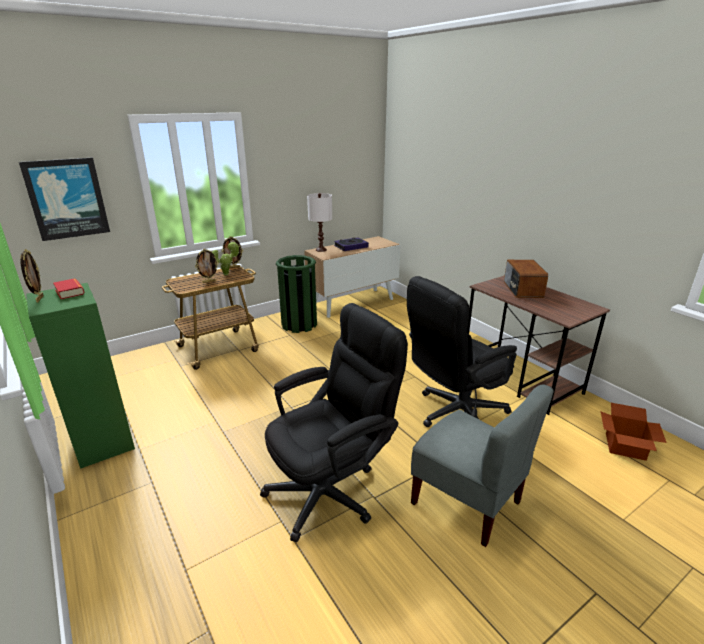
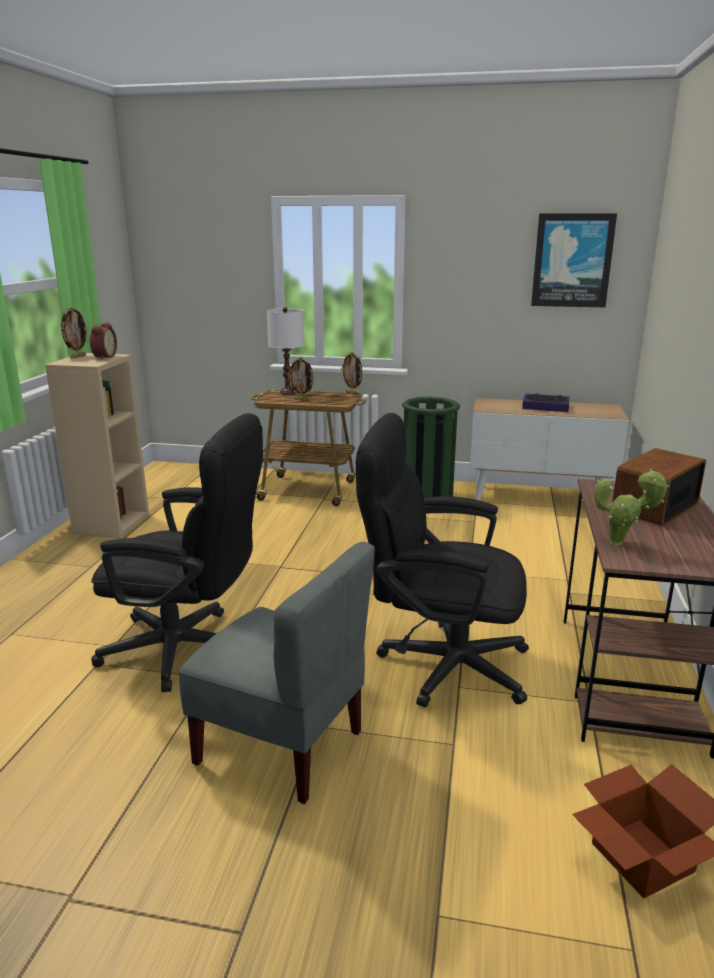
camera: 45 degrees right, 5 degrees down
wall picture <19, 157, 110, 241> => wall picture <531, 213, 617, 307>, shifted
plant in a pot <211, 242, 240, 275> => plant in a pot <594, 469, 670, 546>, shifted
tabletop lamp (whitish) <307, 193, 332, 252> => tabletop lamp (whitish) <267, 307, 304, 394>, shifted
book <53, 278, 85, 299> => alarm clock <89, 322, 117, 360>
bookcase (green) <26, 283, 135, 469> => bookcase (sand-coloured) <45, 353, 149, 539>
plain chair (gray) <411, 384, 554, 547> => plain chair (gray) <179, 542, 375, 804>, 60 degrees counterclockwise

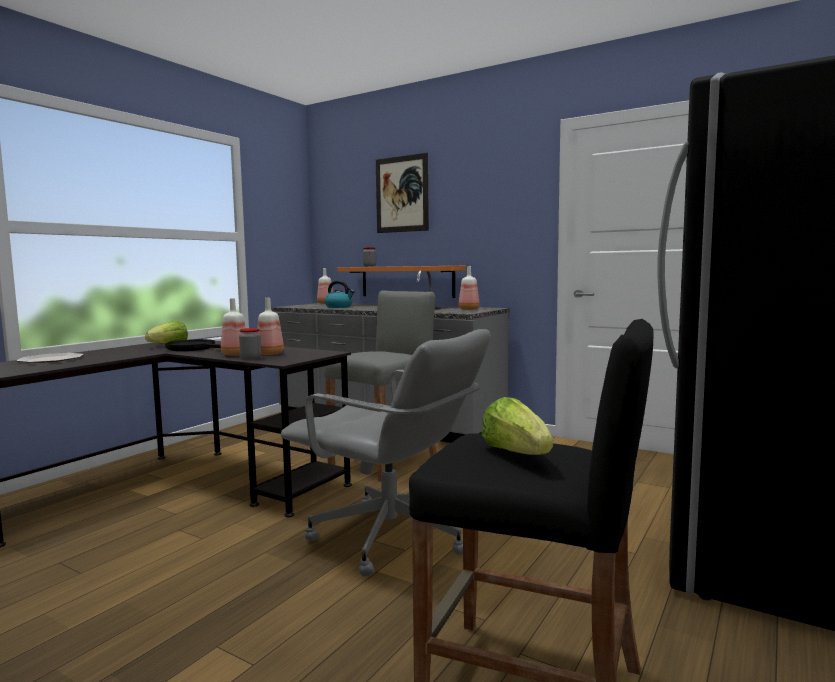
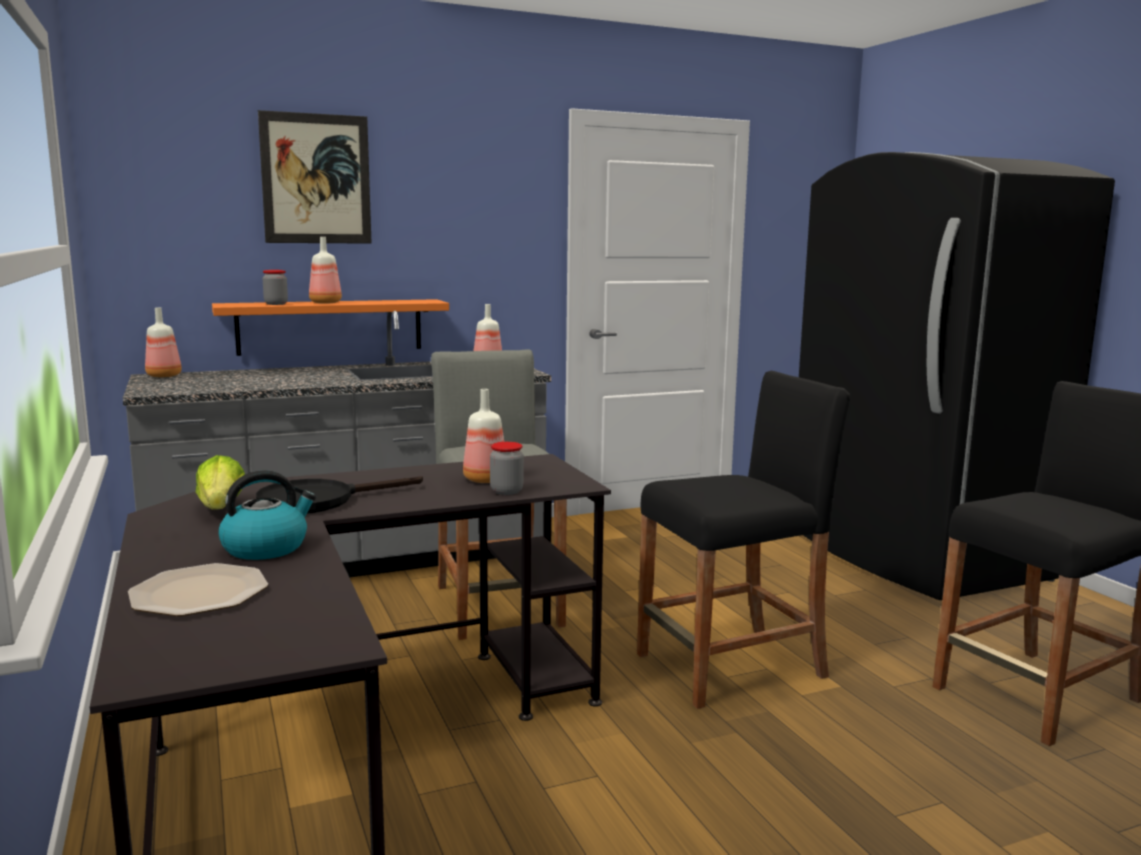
camera: 55 degrees left, 5 degrees up
lettuce head <481, 397, 553, 455> => nothing
drink bottle <221, 298, 246, 356> => drink bottle <309, 237, 342, 304>, shifted
water kettle <325, 281, 355, 308> => water kettle <218, 470, 316, 560>, shifted
office chair (gray) <280, 329, 490, 577> => stool seat (black-coloured) <637, 371, 850, 709>

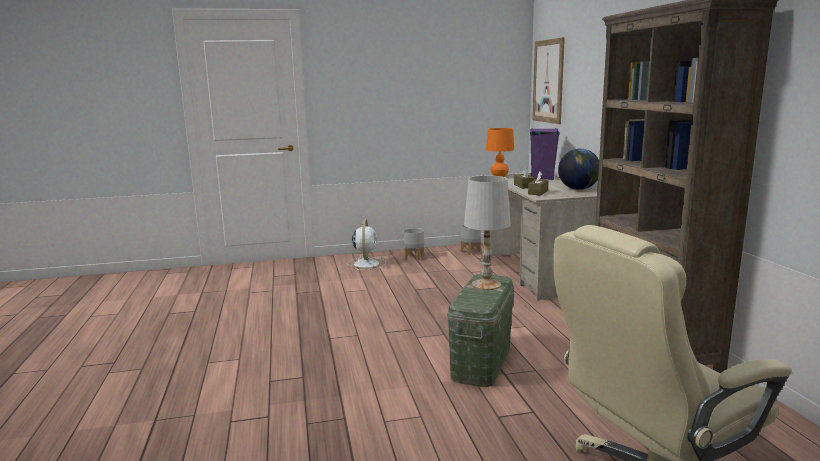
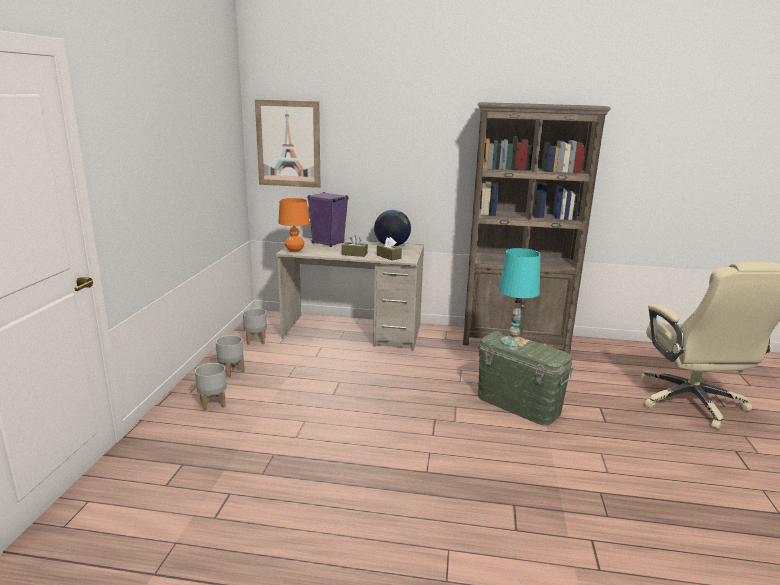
camera: 70 degrees left, 5 degrees up
fan (whitish) <347, 219, 386, 271> => plant pot (gray) <195, 363, 226, 411>
tabletop lamp (whitish) <464, 176, 511, 290> => tabletop lamp (turquoise) <499, 248, 541, 347>

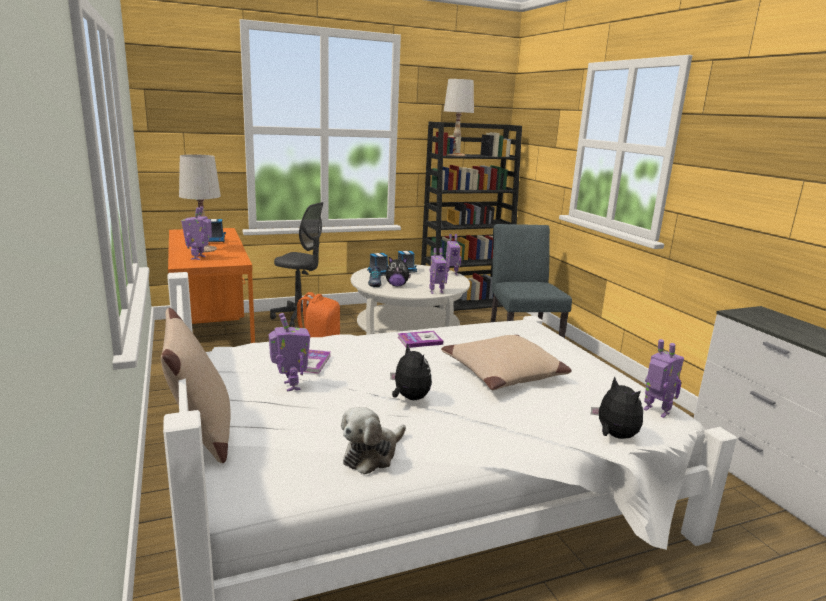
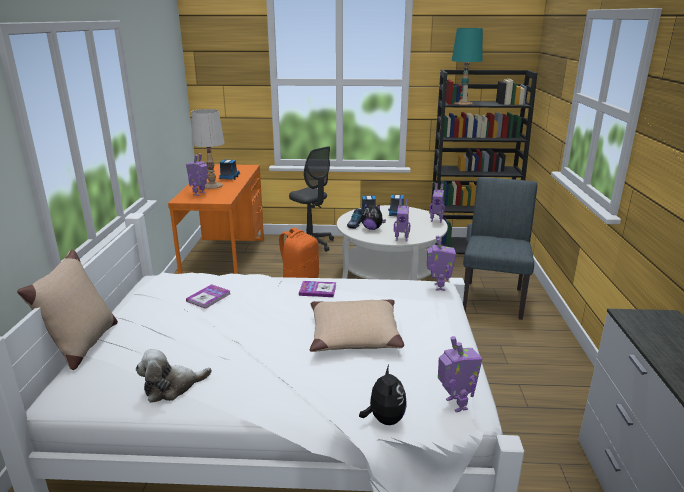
camera: 25 degrees right, 5 degrees up
soft toy <390, 344, 432, 400> => nothing
model robot <269, 313, 310, 391> => model robot <427, 236, 456, 291>, shifted
tabletop lamp (whitish) <444, 79, 474, 156> => tabletop lamp (turquoise) <452, 28, 483, 105>

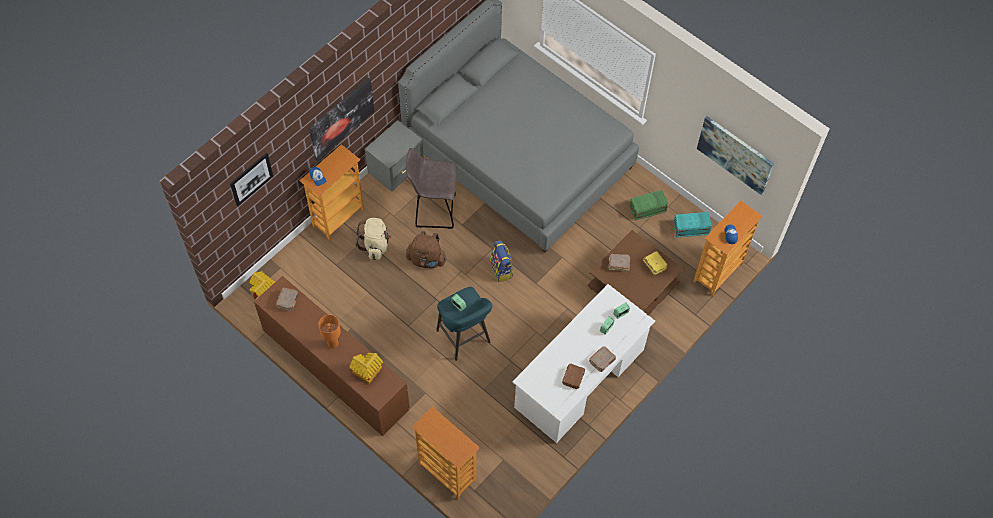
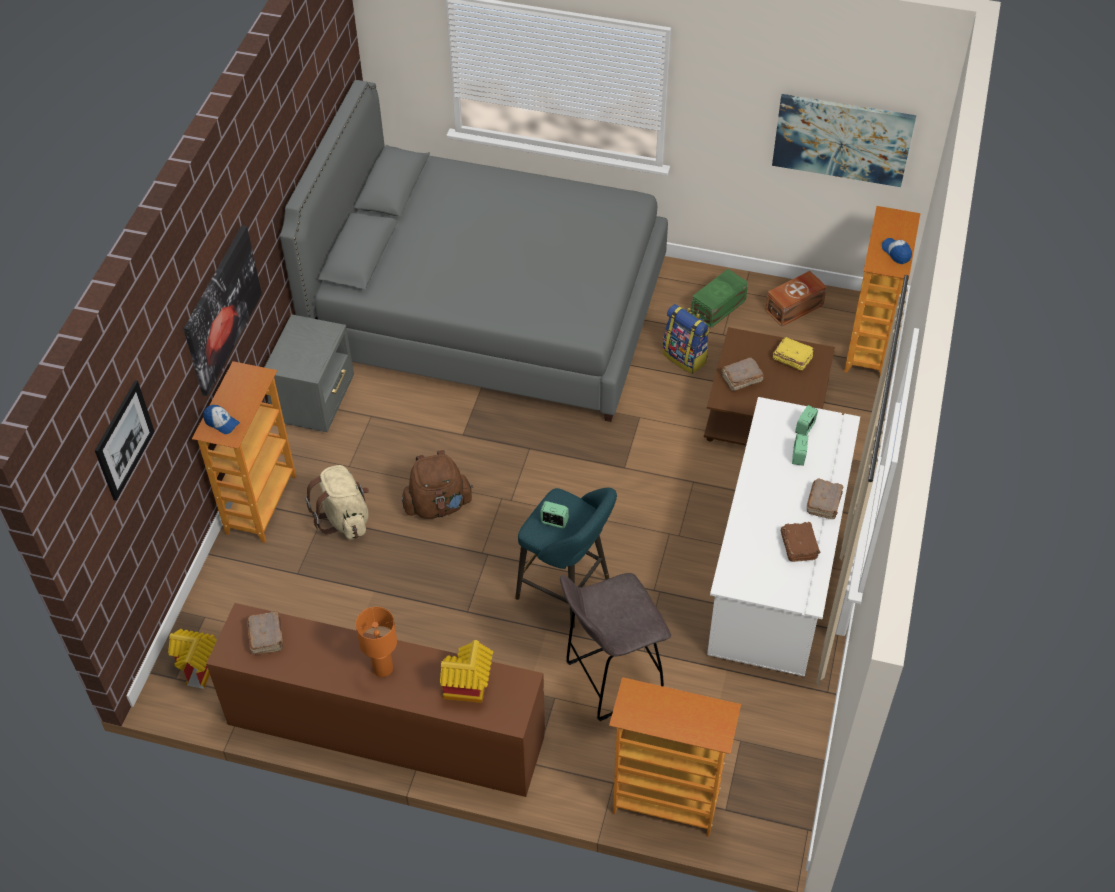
camera: 25 degrees left, 10 degrees down
stool seat (gray) <406, 148, 456, 229> => stool seat (gray) <560, 573, 671, 721>, shifted
knapsack <490, 240, 514, 282> => knapsack <662, 304, 709, 374>, shifted
storage bin (turquoise) <673, 212, 712, 238> => storage bin (brownish) <765, 271, 827, 327>

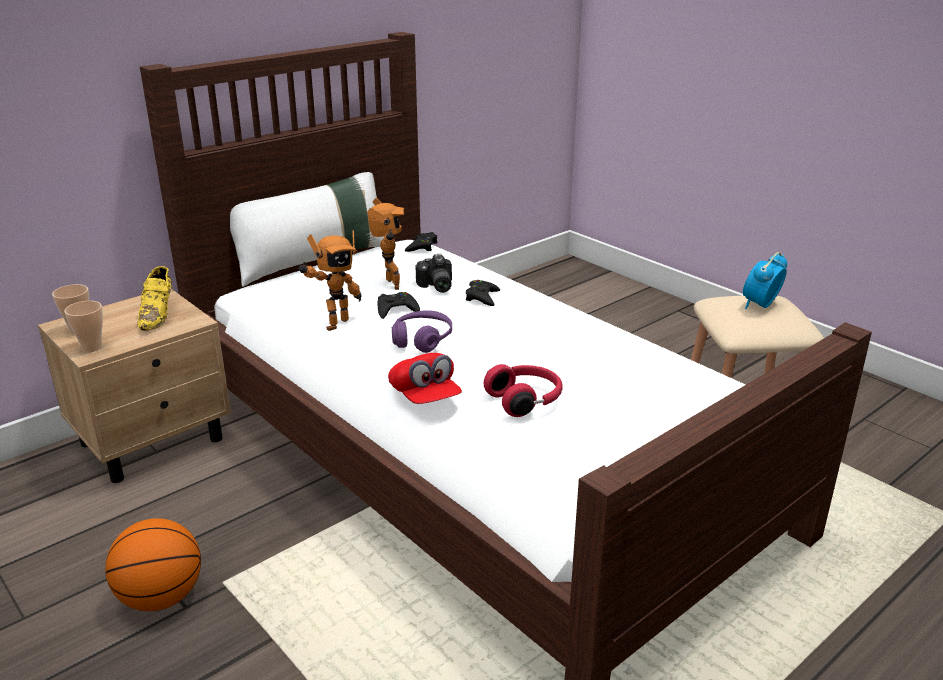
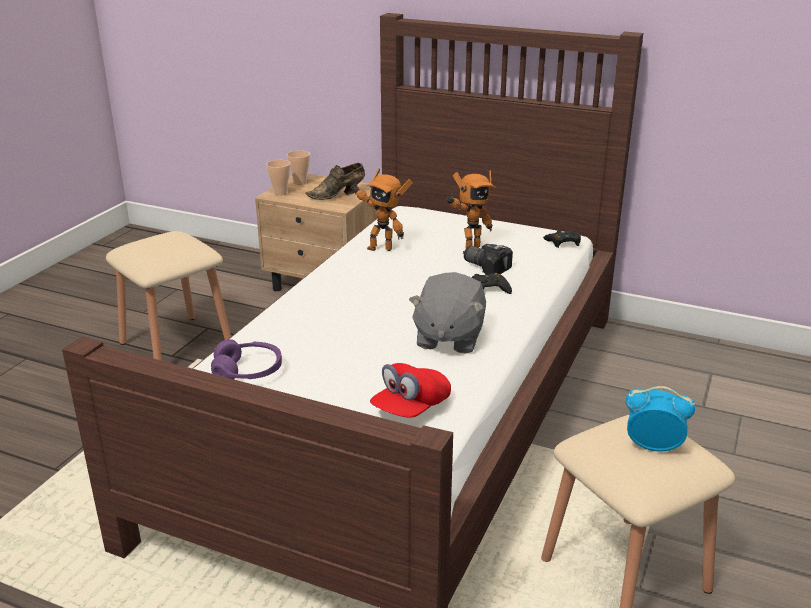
camera: 65 degrees right, 0 degrees up
cushion (whitish) <230, 172, 384, 287> => nothing
game controller (black-coloured) <378, 292, 420, 319> => nothing
pair of headphones (red) <484, 364, 563, 417> => nothing
nothing => soft toy (gray) <409, 272, 486, 353>
baseball cap (red) <388, 353, 462, 404> => baseball cap (red) <370, 363, 451, 418>, shifted
pair of headphones (purple-coloured) <392, 310, 452, 353> => pair of headphones (purple-coloured) <211, 339, 282, 379>, shifted
basketball <105, 518, 201, 611> => stool seat (sand-coloured) <106, 231, 231, 360>
item of footwear (yellow) <137, 266, 172, 331> => item of footwear (brownish) <305, 163, 365, 200>
still camera <415, 254, 452, 293> => still camera <464, 244, 513, 275>, 75 degrees clockwise

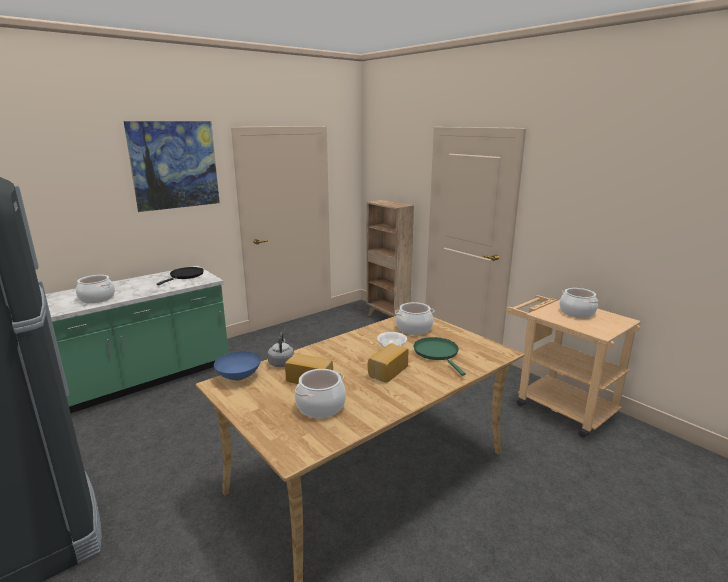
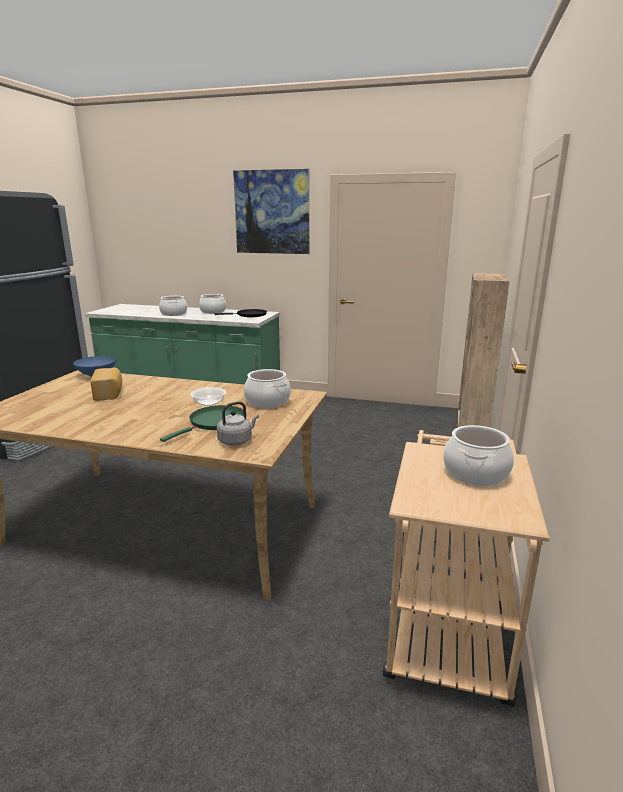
camera: 55 degrees right, 0 degrees up
bread <367, 343, 409, 382> => nothing
water kettle (gray) <268, 332, 294, 367> => water kettle (gray) <217, 401, 259, 446>, shifted
stockpot <295, 369, 346, 418> => stockpot <199, 294, 226, 314>, shifted

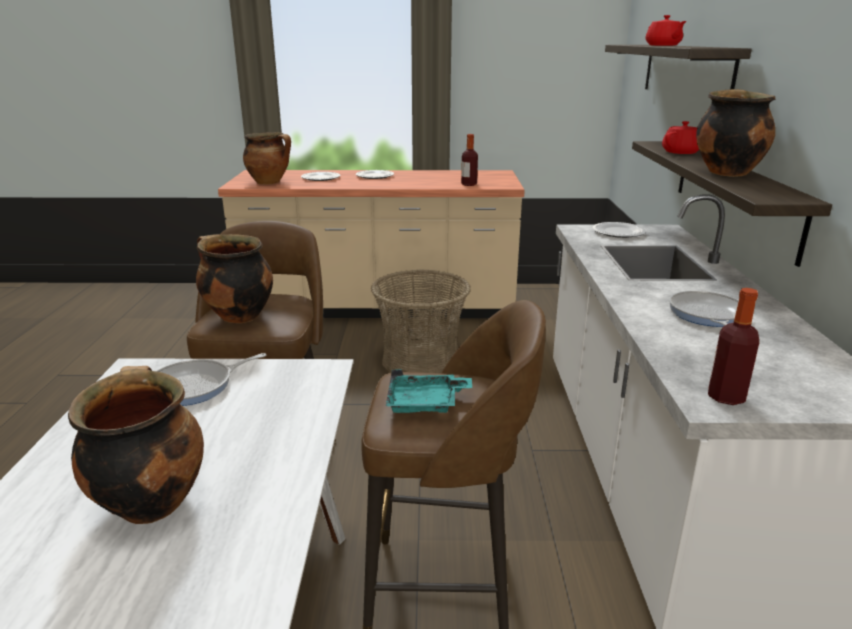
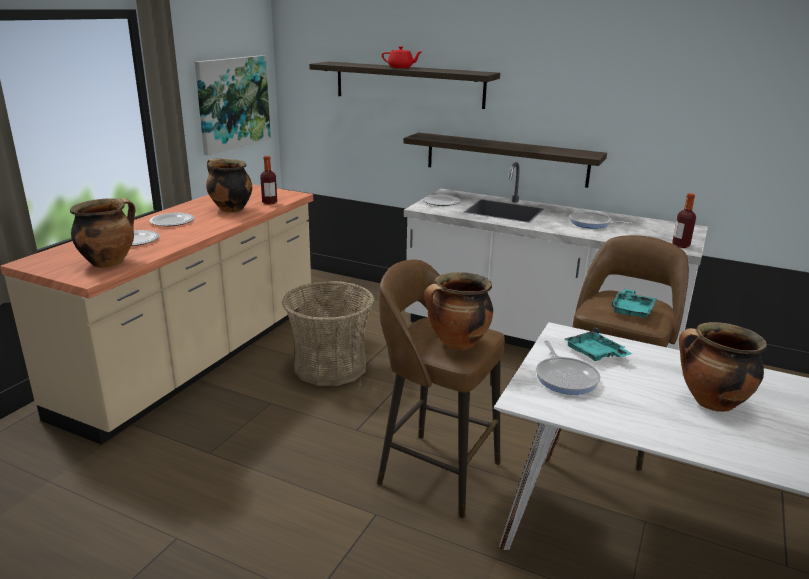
camera: 65 degrees left, 0 degrees up
tea pot (red) <662, 121, 699, 154> => nothing
nothing => wall picture <195, 55, 271, 155>
nothing => carrying tray (turquoise) <564, 327, 632, 361>
stockpot <696, 89, 775, 177> => stockpot <206, 159, 252, 212>, shifted

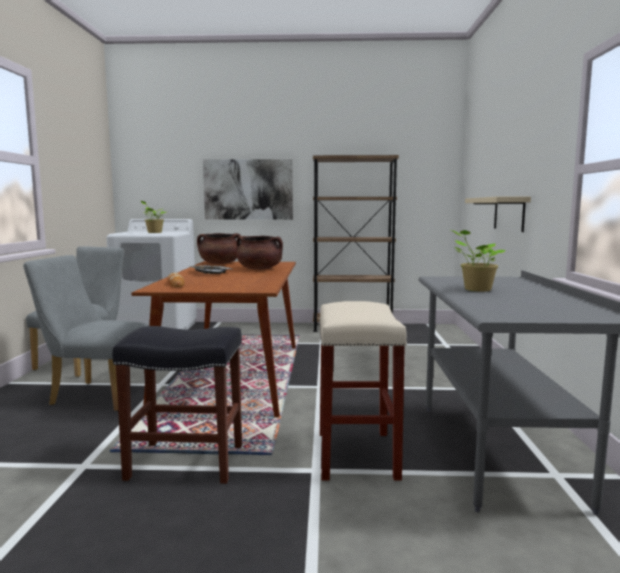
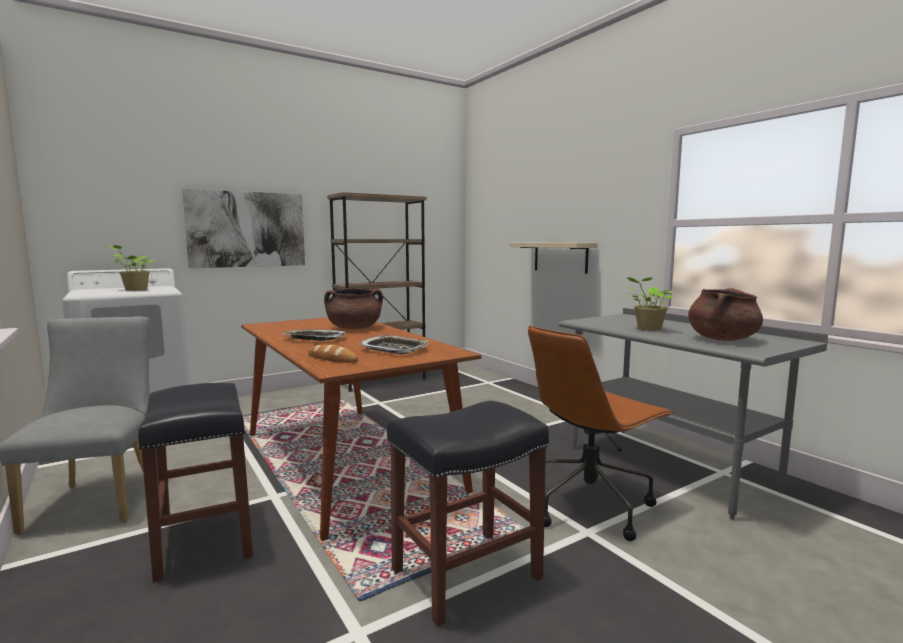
camera: 35 degrees left, 0 degrees up
nothing => carrying tray <359, 335, 428, 354>
stockpot (brownish) <197, 233, 241, 264> => stockpot (brownish) <688, 288, 763, 341>, shifted
plain chair (gray) <23, 255, 149, 411> => stool seat (black-coloured) <138, 383, 253, 582>
stool seat (sand-coloured) <319, 301, 407, 481> => office chair (brownish) <528, 326, 674, 541>

